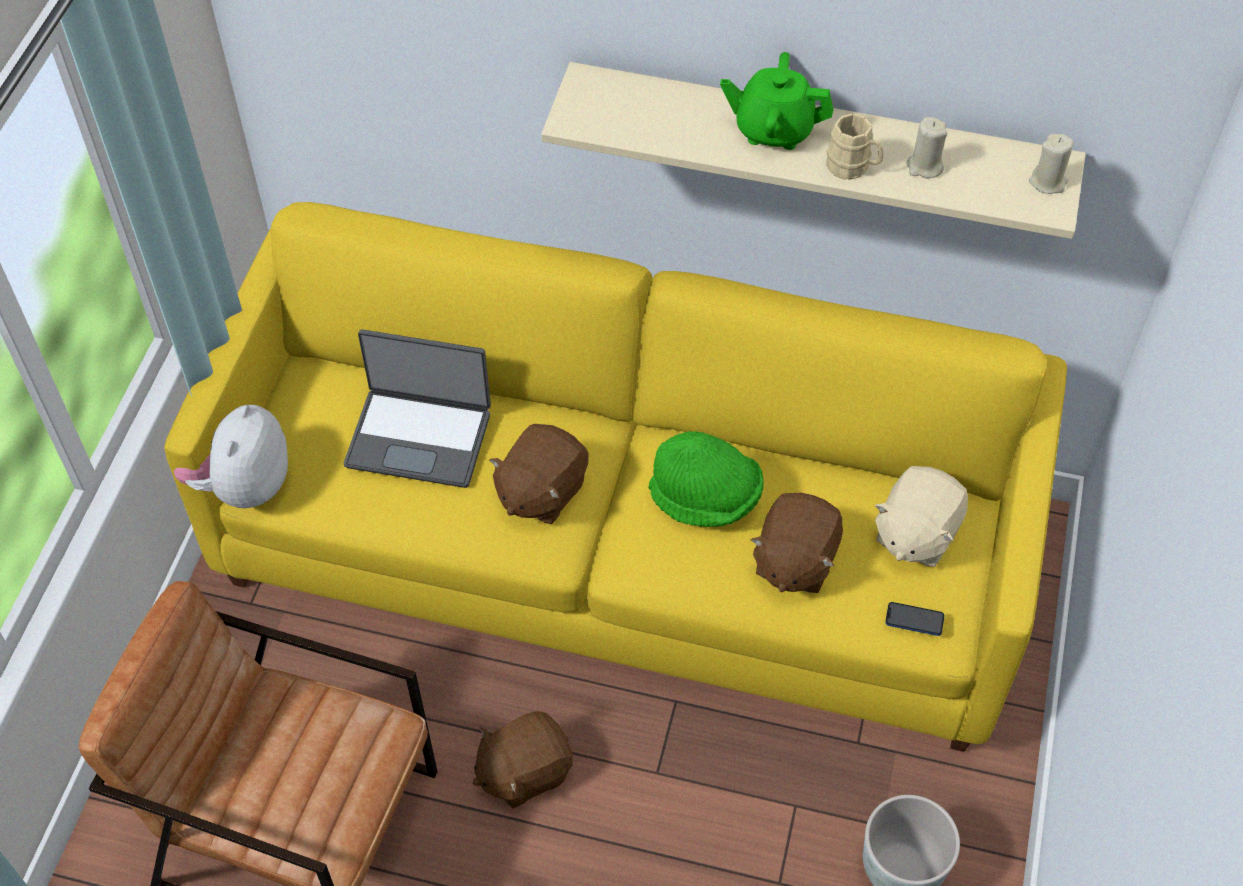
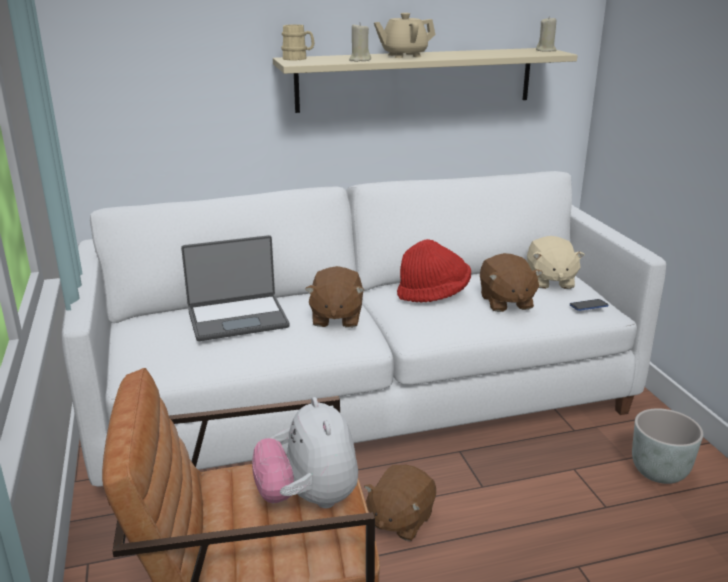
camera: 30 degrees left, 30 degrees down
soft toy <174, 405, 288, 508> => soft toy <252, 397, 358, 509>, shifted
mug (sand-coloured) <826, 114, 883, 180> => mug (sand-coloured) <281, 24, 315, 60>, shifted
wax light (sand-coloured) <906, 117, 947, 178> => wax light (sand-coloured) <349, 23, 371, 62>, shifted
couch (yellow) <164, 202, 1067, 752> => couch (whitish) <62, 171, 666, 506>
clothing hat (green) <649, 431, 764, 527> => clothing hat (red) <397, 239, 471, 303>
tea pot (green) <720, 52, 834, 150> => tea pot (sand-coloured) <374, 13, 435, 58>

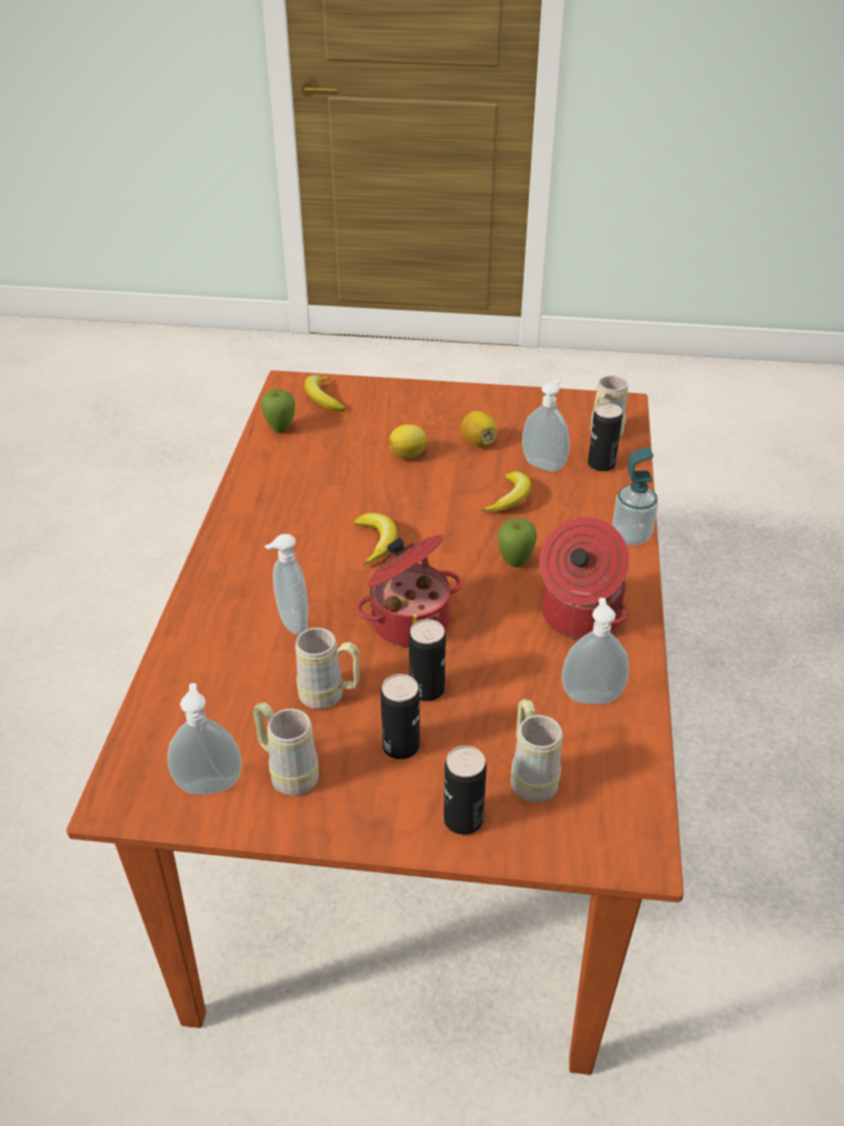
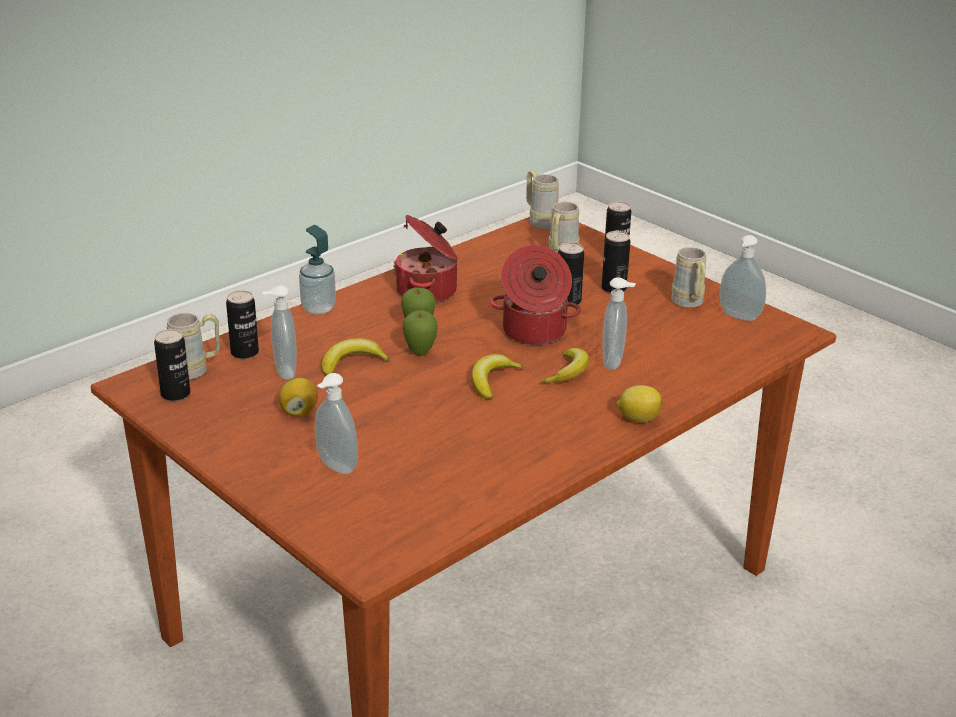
camera: 140 degrees left, 10 degrees down
nothing => metal can <154, 329, 190, 401>
apple fruit <261, 389, 295, 433> => apple fruit <403, 310, 438, 356>, shifted
mug (sand-coloured) <295, 628, 360, 709> => mug (sand-coloured) <526, 170, 559, 229>, shifted
banana <304, 375, 345, 412> => banana <541, 348, 589, 383>, shifted
citrus fruit <389, 424, 428, 459> => citrus fruit <616, 385, 663, 423>, shifted
soap bottle <561, 598, 629, 704> => soap bottle <315, 373, 358, 474>, shifted

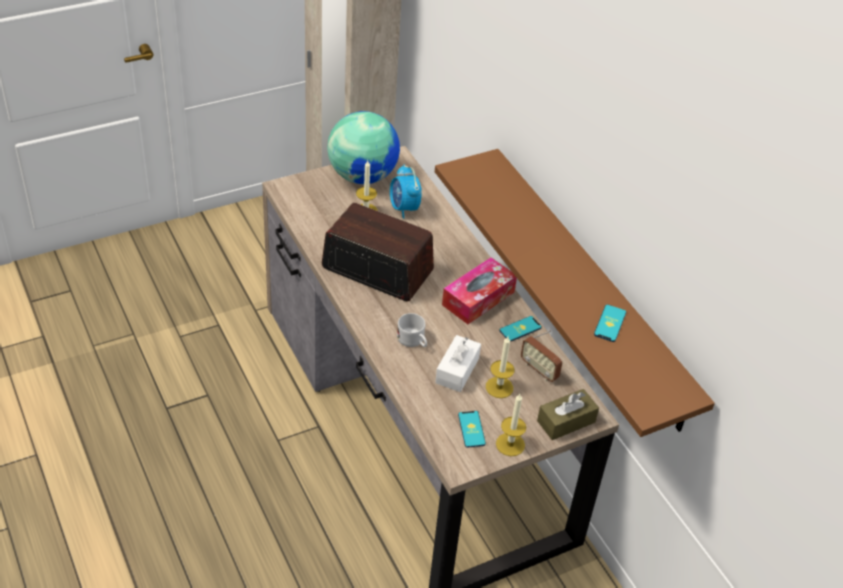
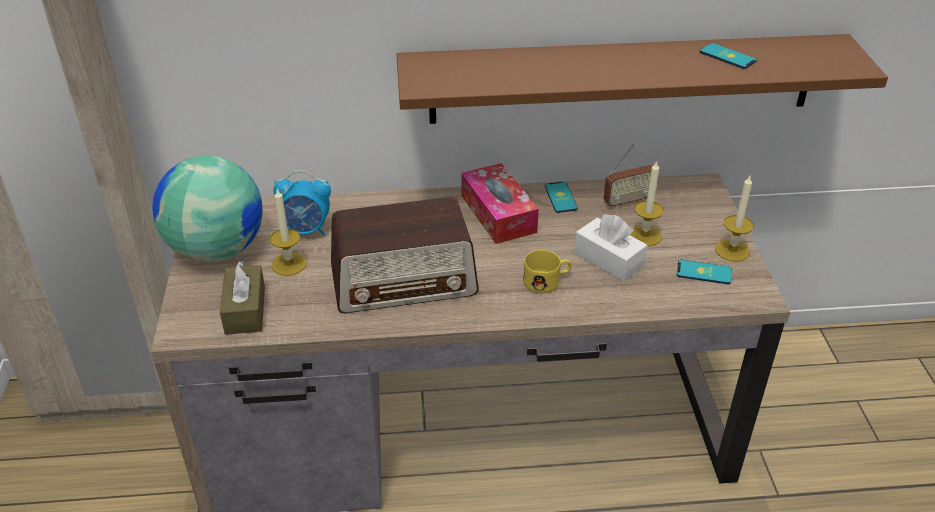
camera: 65 degrees left, 5 degrees down
box of tissues (brownish) <537, 389, 599, 440> => box of tissues (brownish) <220, 261, 265, 335>, shifted
mug (whitish) <397, 313, 427, 347> => mug (yellow) <523, 250, 572, 294>
radio set <322, 202, 434, 302> => radio set <331, 197, 479, 313>, 150 degrees counterclockwise

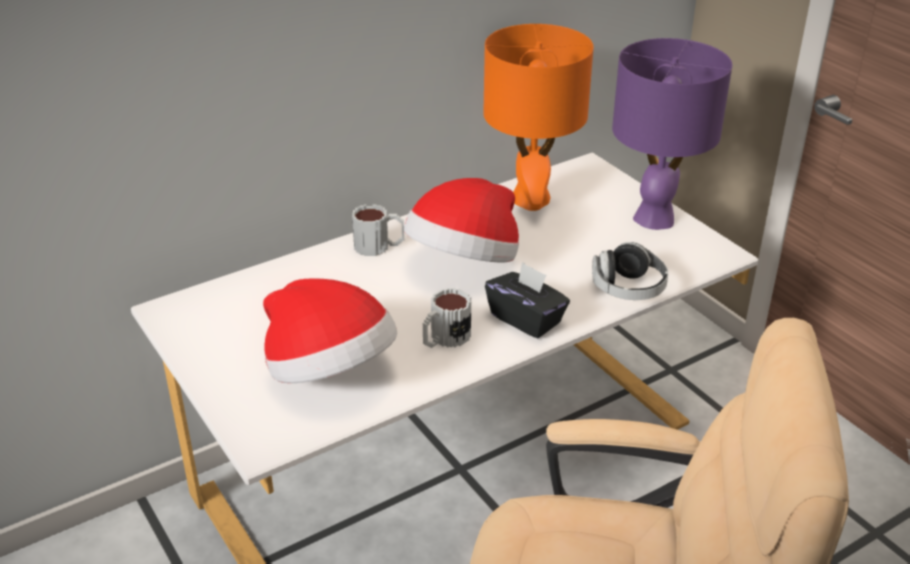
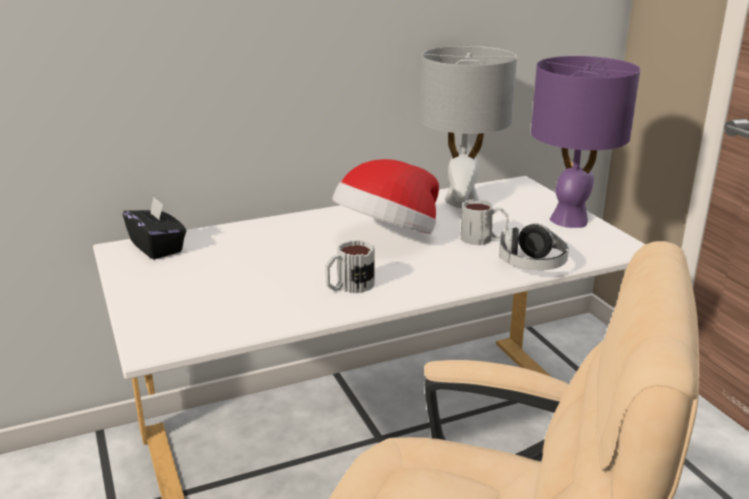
camera: 10 degrees right, 10 degrees down
clothing hat <263, 278, 397, 383> => nothing
mug <352, 204, 404, 256> => mug <460, 199, 509, 245>, shifted
box of tissues (black-coloured) <485, 262, 570, 338> => box of tissues (black-coloured) <123, 196, 186, 259>, shifted
tabletop lamp (orange) <483, 24, 594, 211> => tabletop lamp (gray) <420, 46, 517, 208>

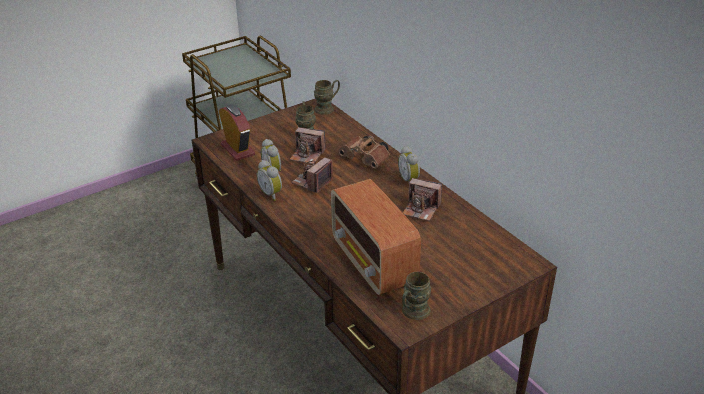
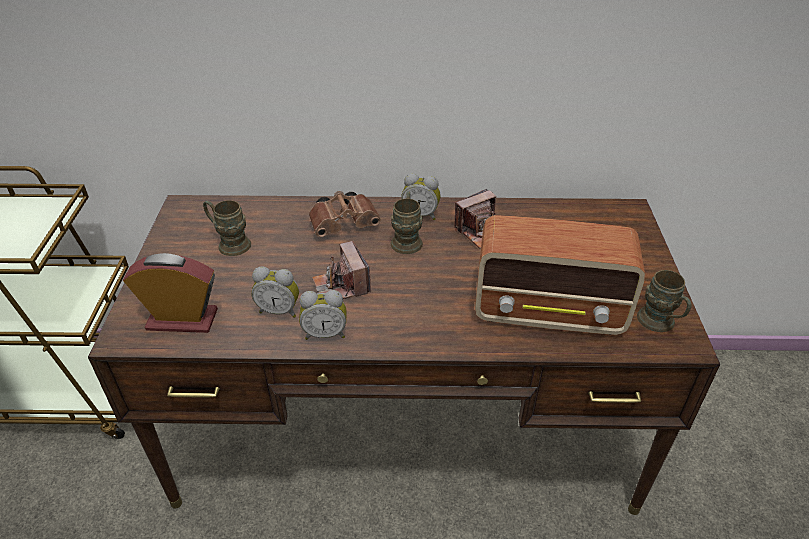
camera: 55 degrees left, 5 degrees up
still camera <289, 127, 326, 164> => nothing
mug (brownish) <314, 80, 340, 115> => mug (brownish) <391, 191, 423, 254>, shifted

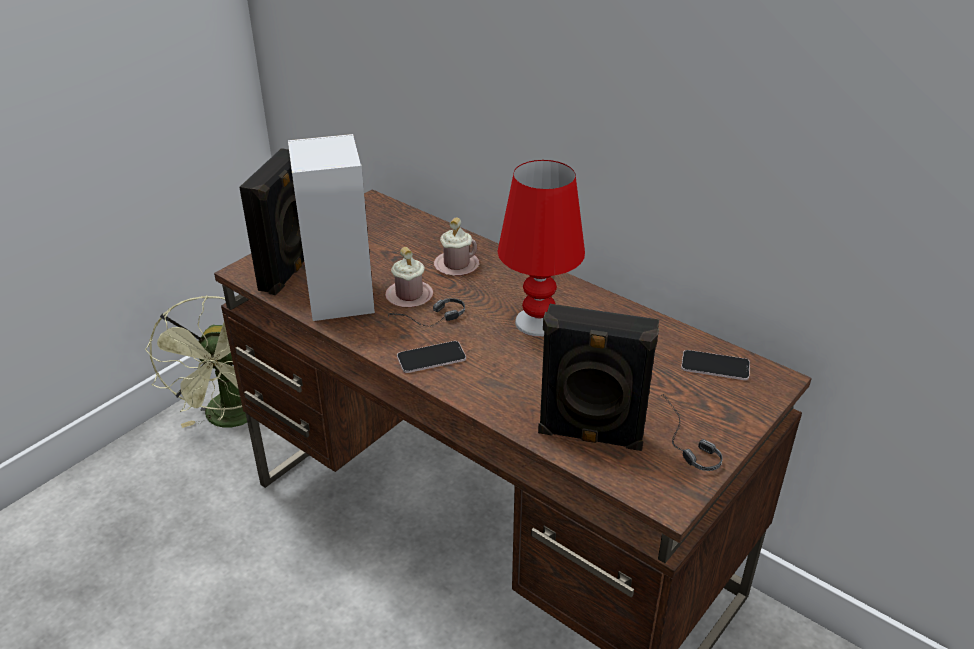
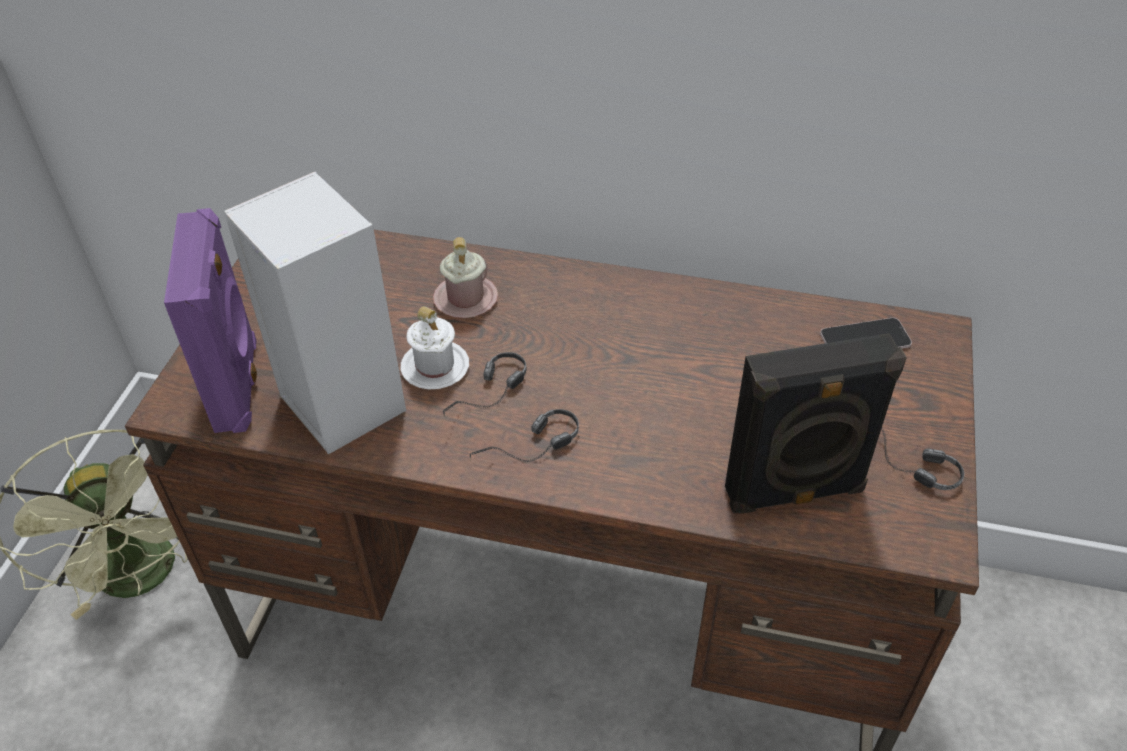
camera: 25 degrees left, 10 degrees up
tabletop lamp (red) <497, 160, 585, 337> => nothing
handset <397, 341, 466, 373> => pair of headphones <470, 409, 579, 462>
loudspeaker (black-coloured) <239, 148, 304, 295> => loudspeaker (purple-coloured) <164, 208, 257, 433>
mug (pinkish) <385, 247, 433, 307> => mug (whitish) <401, 306, 469, 390>

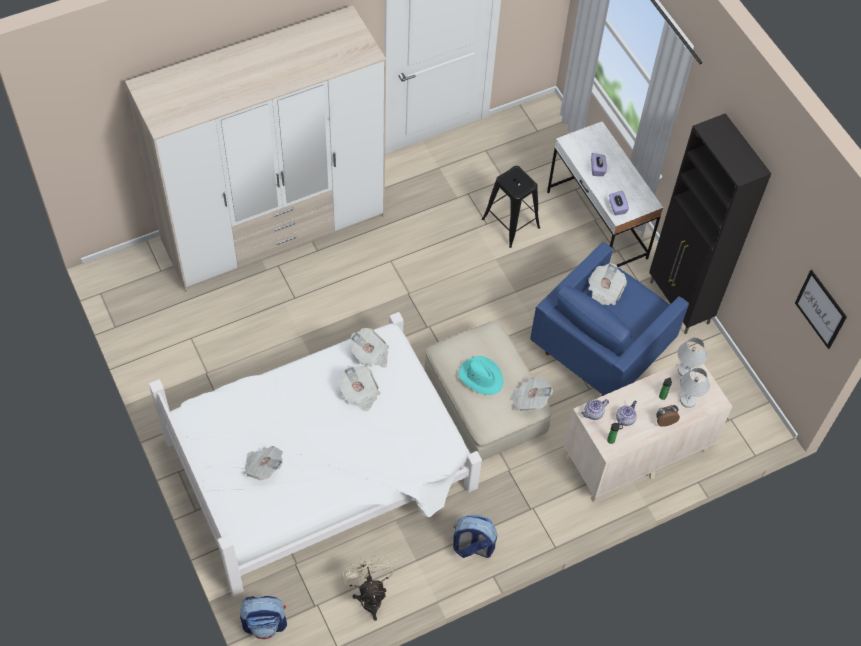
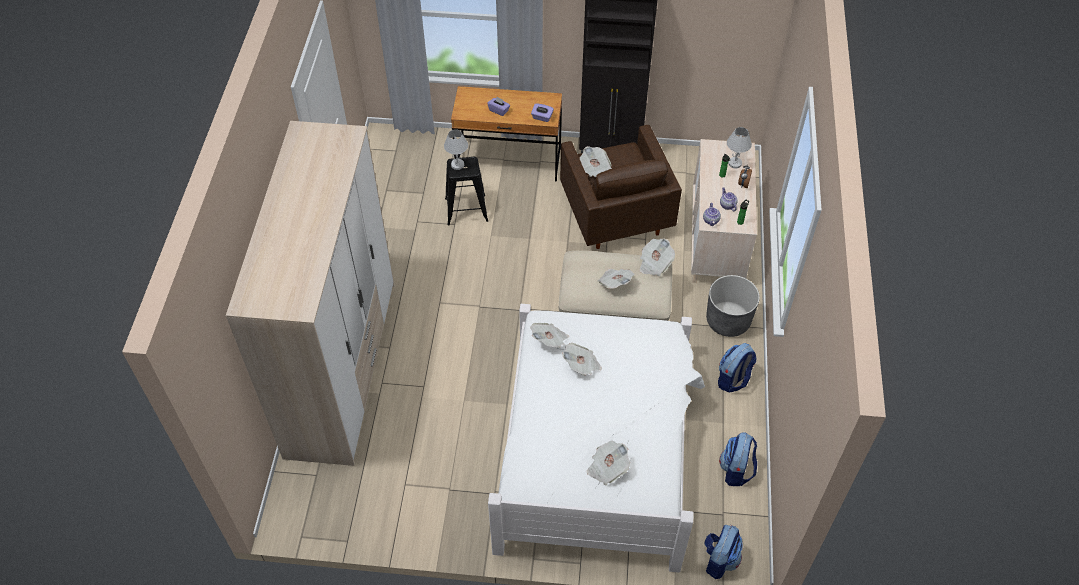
camera: 55 degrees left, 5 degrees down
wall picture <795, 270, 847, 349> => nothing
nothing => plant pot (gray) <706, 275, 760, 337>
tabletop lamp (whitish) <677, 337, 707, 377> => tabletop lamp (whitish) <444, 129, 468, 170>, shifted
fan (sand-coloured) <343, 555, 393, 621> => knapsack <719, 432, 757, 486>
clothing hat (turquoise) <459, 356, 504, 395> => printed paper <597, 268, 634, 289>
armchair (bluish) <530, 242, 689, 396> => armchair (brownish) <560, 125, 682, 249>
desk (whitish) <547, 121, 663, 267> => desk (brownish) <451, 86, 562, 181>

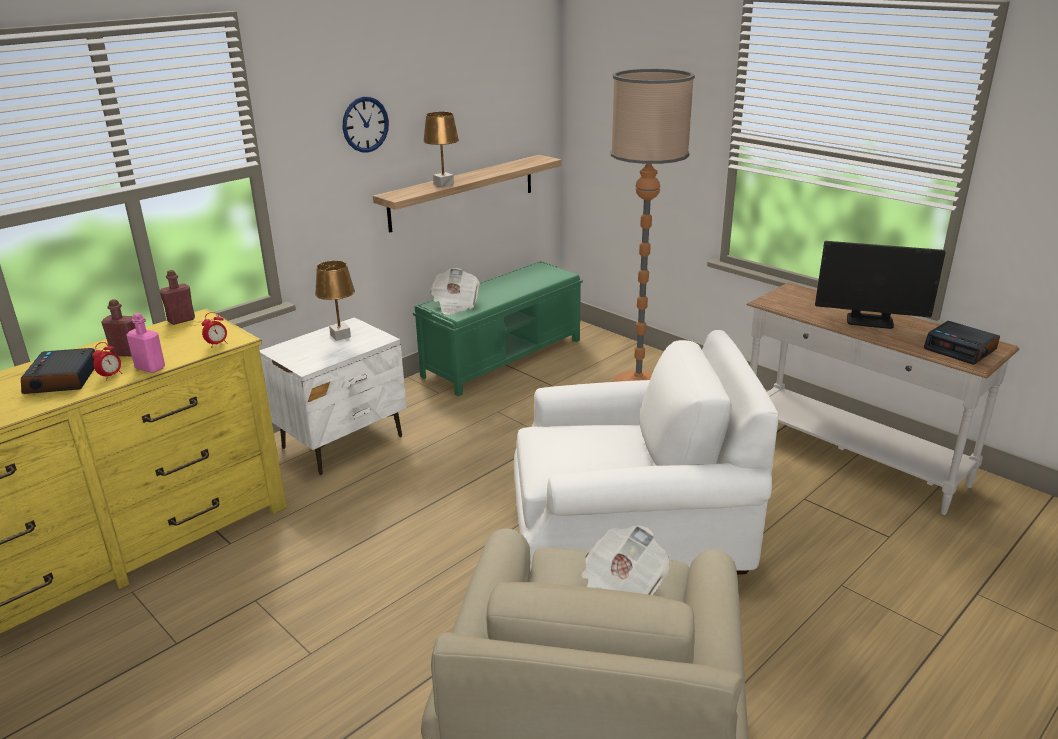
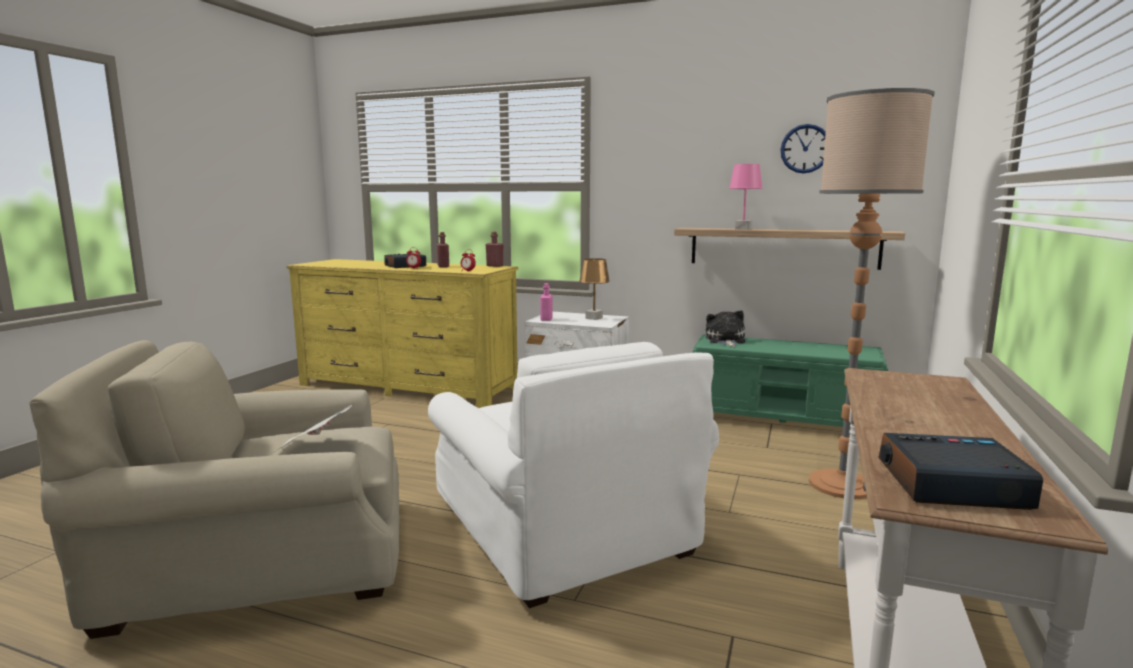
camera: 65 degrees right, 15 degrees down
monitor <815, 241, 946, 329> => nothing
drink bottle (pinkish) <126, 313, 165, 373> => drink bottle (pinkish) <540, 283, 553, 321>, shifted
clock on the wall <343, 97, 389, 152> => clock on the wall <780, 124, 826, 173>, shifted
printed paper <430, 268, 480, 315> => soft toy <706, 310, 745, 347>
tabletop lamp (brownish) <423, 112, 459, 187> => tabletop lamp (pinkish) <729, 164, 763, 230>
alarm clock <924, 321, 1000, 365> => alarm clock <878, 433, 1043, 510>, 75 degrees clockwise

